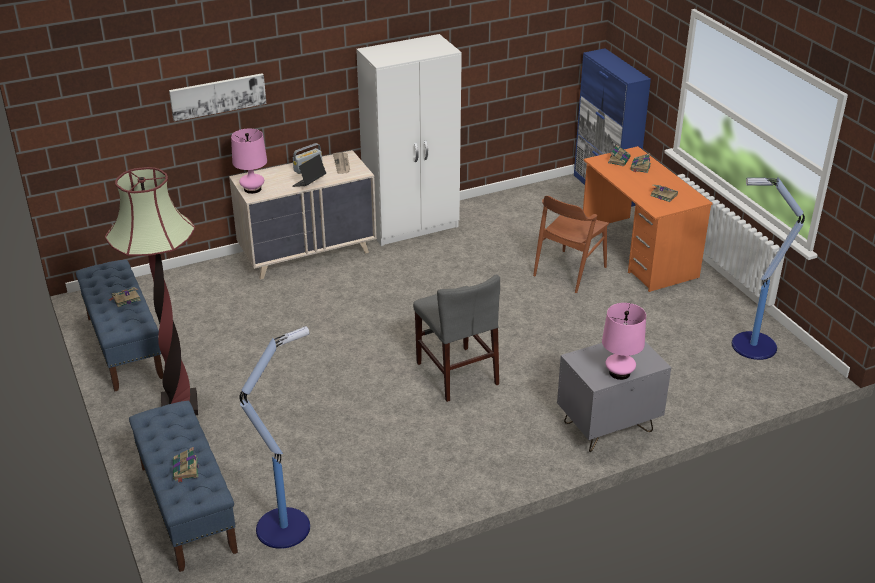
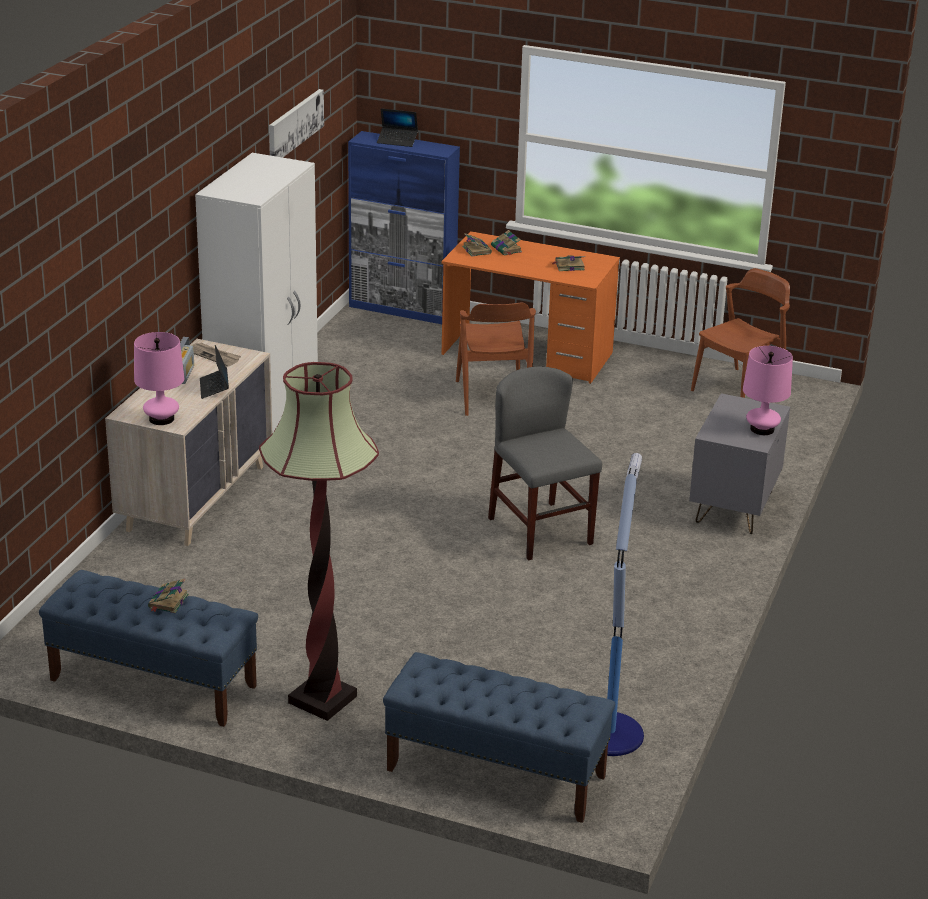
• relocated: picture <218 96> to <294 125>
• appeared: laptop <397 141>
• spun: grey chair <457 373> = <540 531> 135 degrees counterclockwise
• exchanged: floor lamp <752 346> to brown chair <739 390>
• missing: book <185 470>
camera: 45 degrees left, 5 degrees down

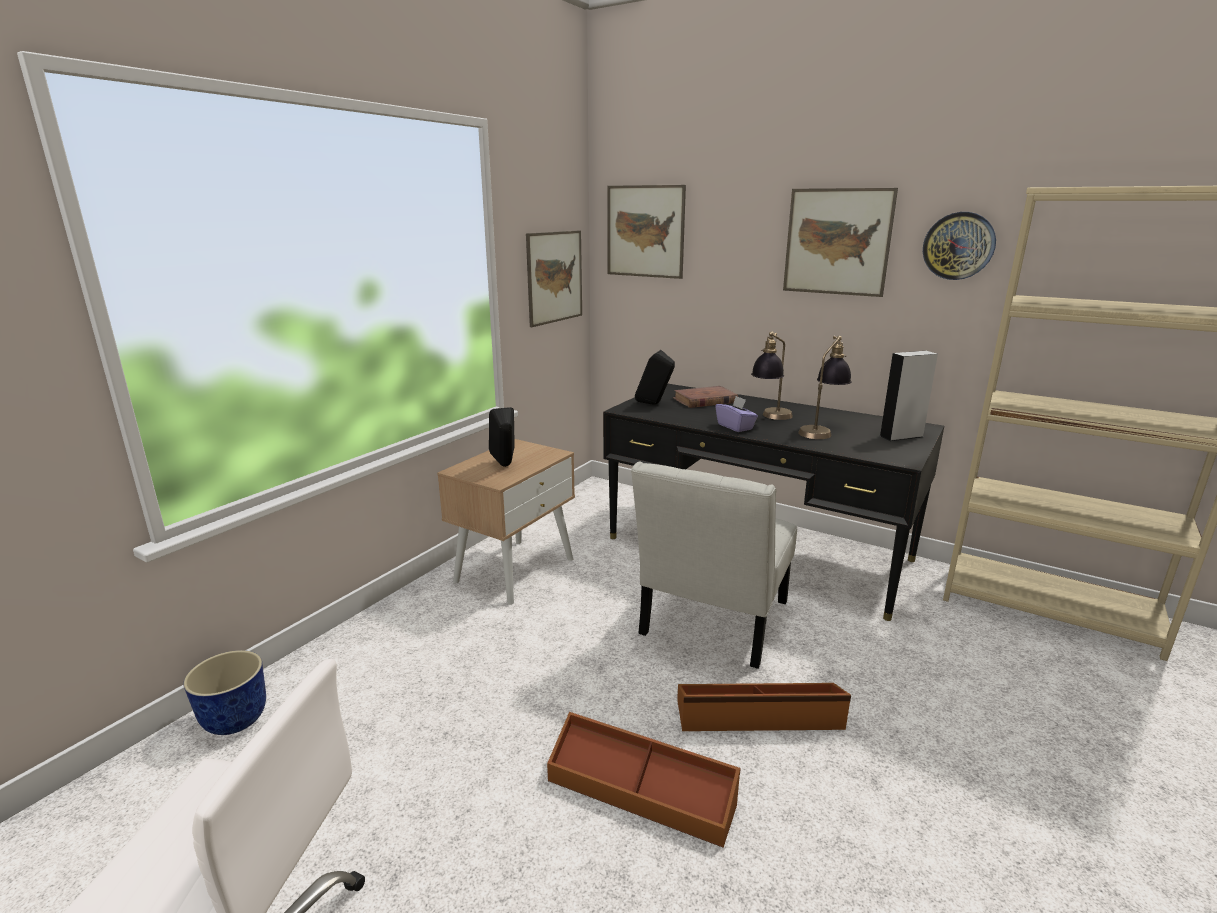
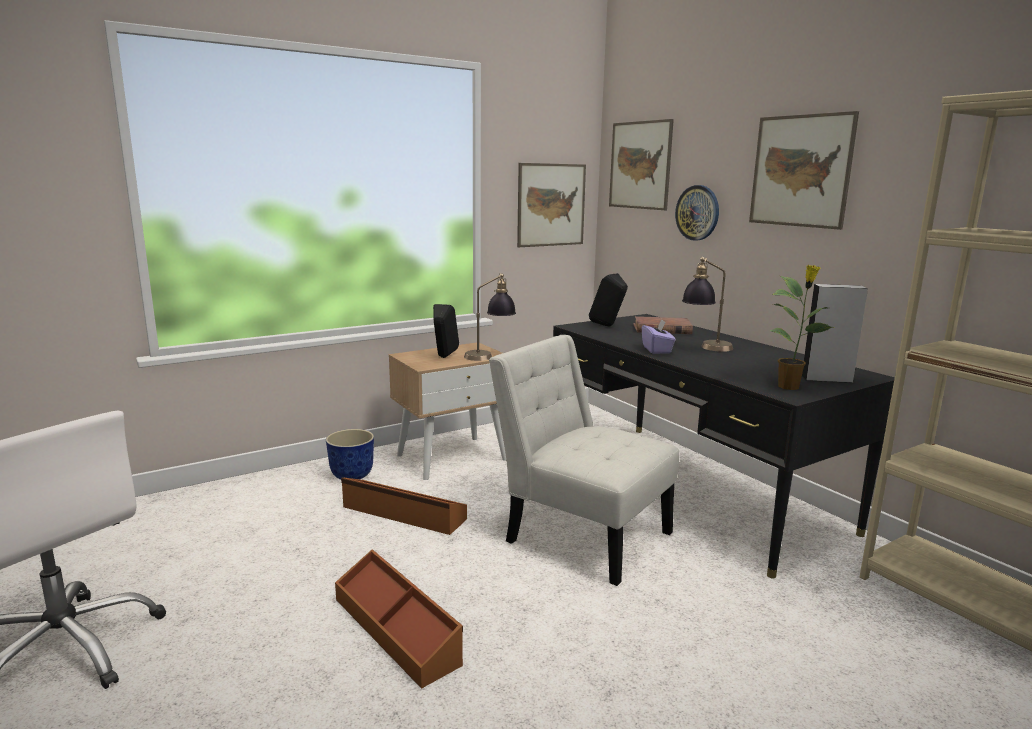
• relocated: planter <235 721> to <351 476>
• relocated: brown storage box <759 716> to <403 513>
• relocated: table lamp <821 430> to <489 356>
• spun: white chair <711 623> = <581 533> 75 degrees clockwise
• relocated: wall clock <958 246> to <697 213>
• appeared: potted plant <790 387>
camera: 25 degrees right, 5 degrees down

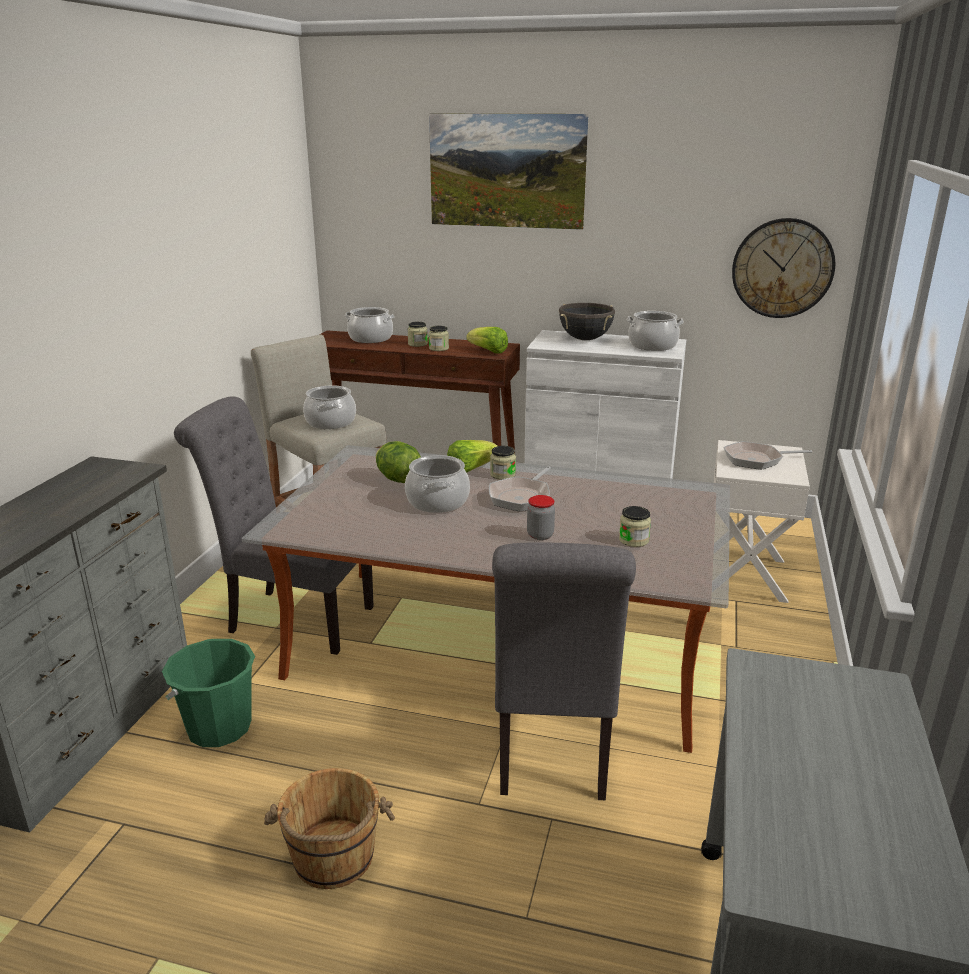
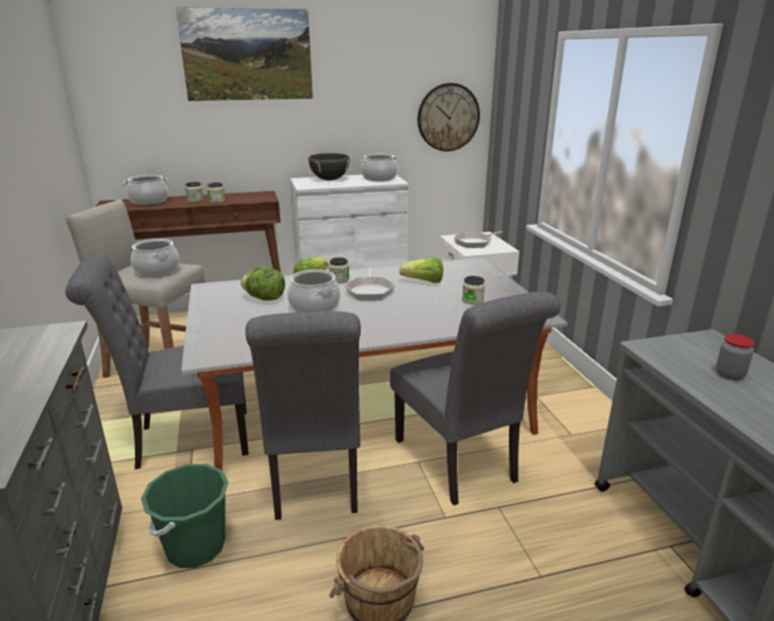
• appeared: grey chair <316 481>
• relocated: lettuce <488 351> to <424 282>
• relocated: jar <540 535> to <729 374>
camera: 30 degrees left, 0 degrees up

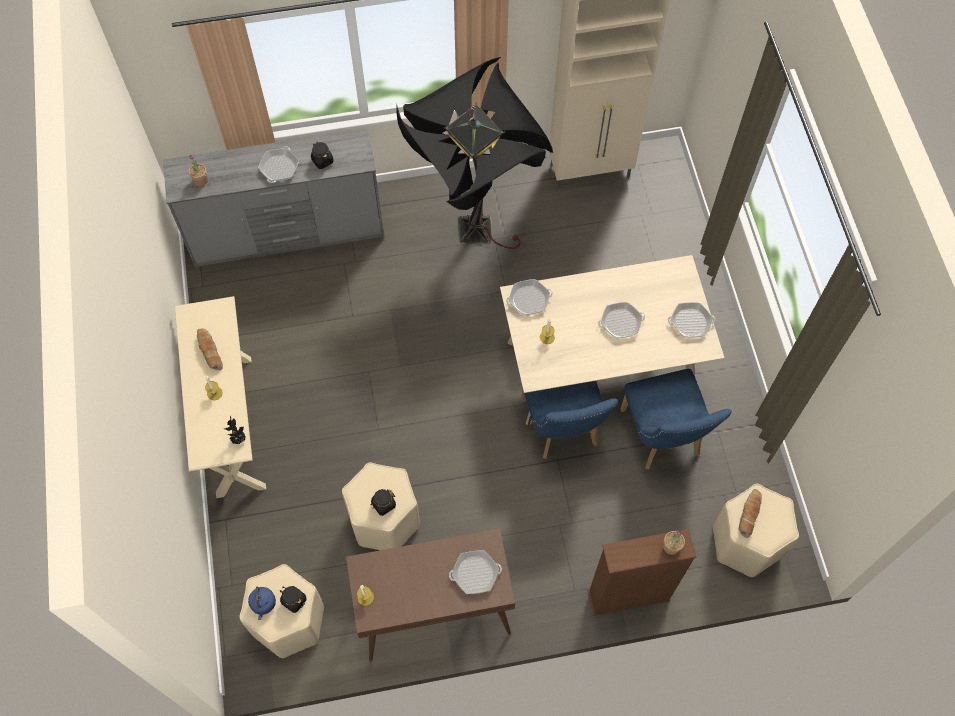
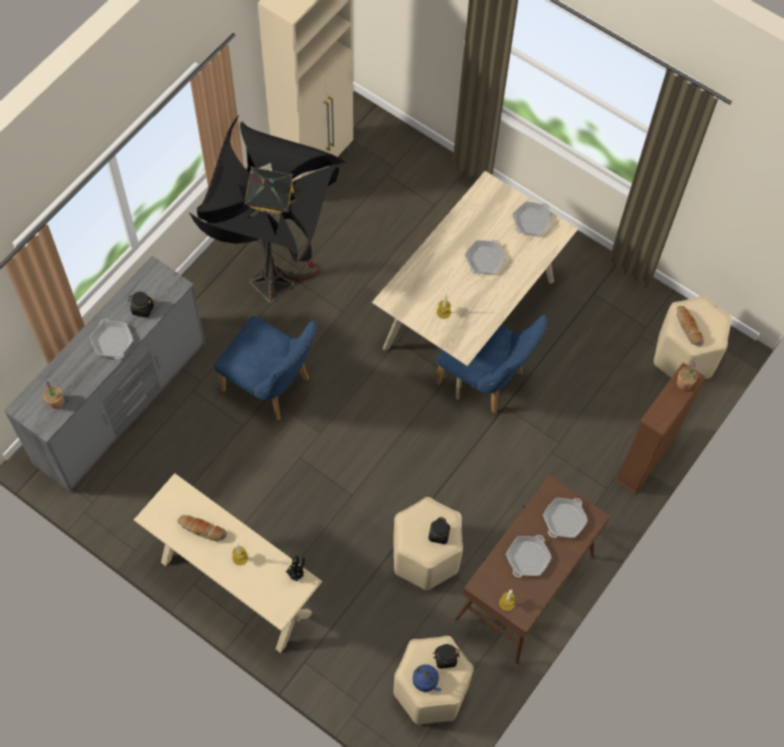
• relocated: blue chair <662 438> to <271 387>
• relocated: frying pan <529 300> to <528 558>
camera: 45 degrees left, 0 degrees up

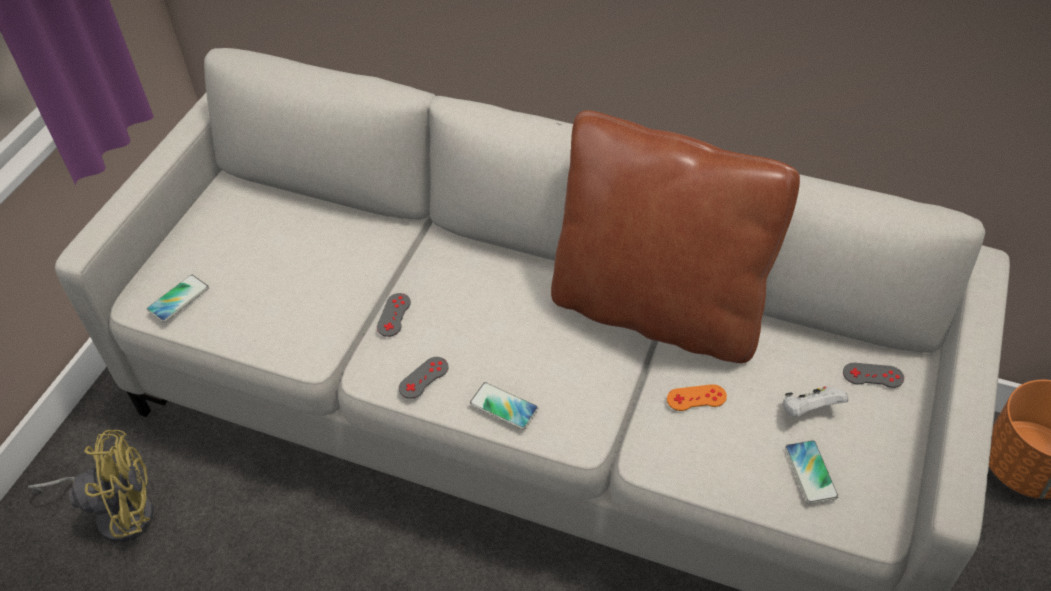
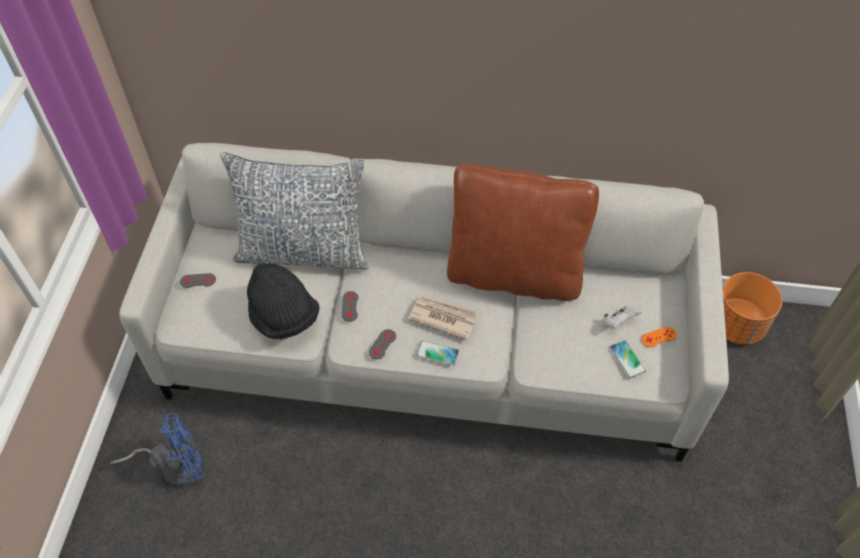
• colour: yellow fan <118 512> to blue fan <175 466>
• relocated: grey game controller <873 375> to <198 280>
• appeared: pillow <303 250>
• appeared: black hat <283 317>
• appeared: newspaper <442 318>
• relocated: orange game controller <696 398> to <658 337>
• missing: phone <178 299>
camera: 15 degrees left, 5 degrees up

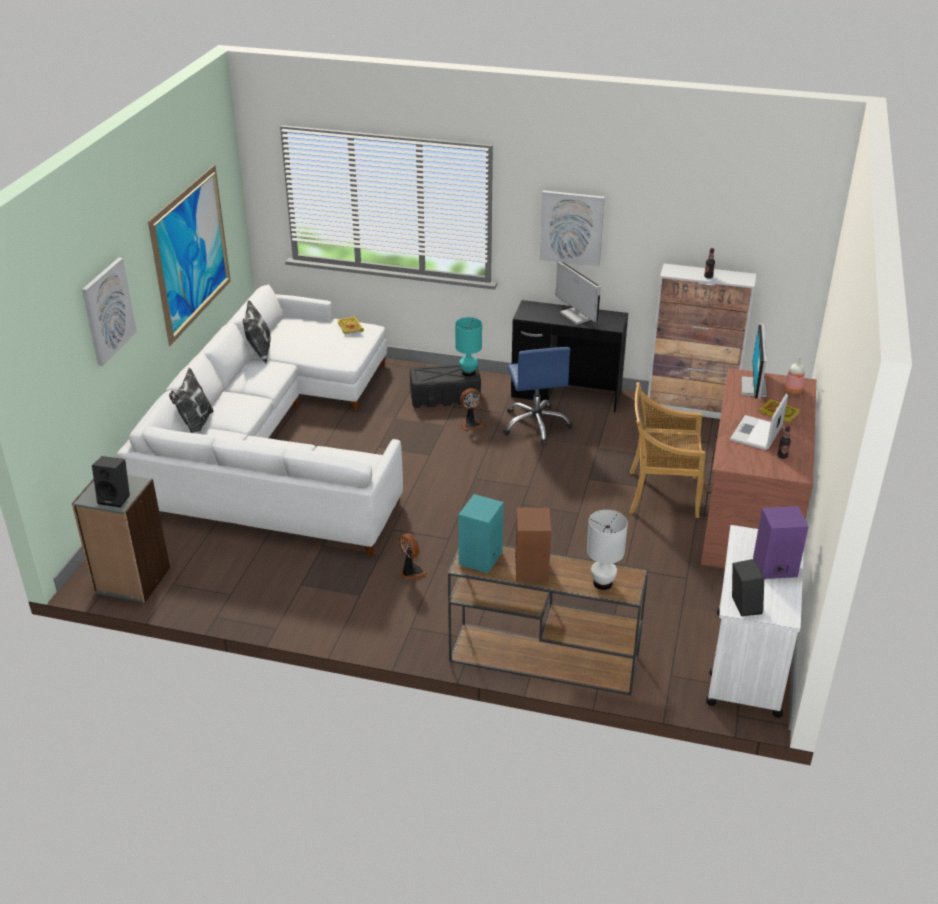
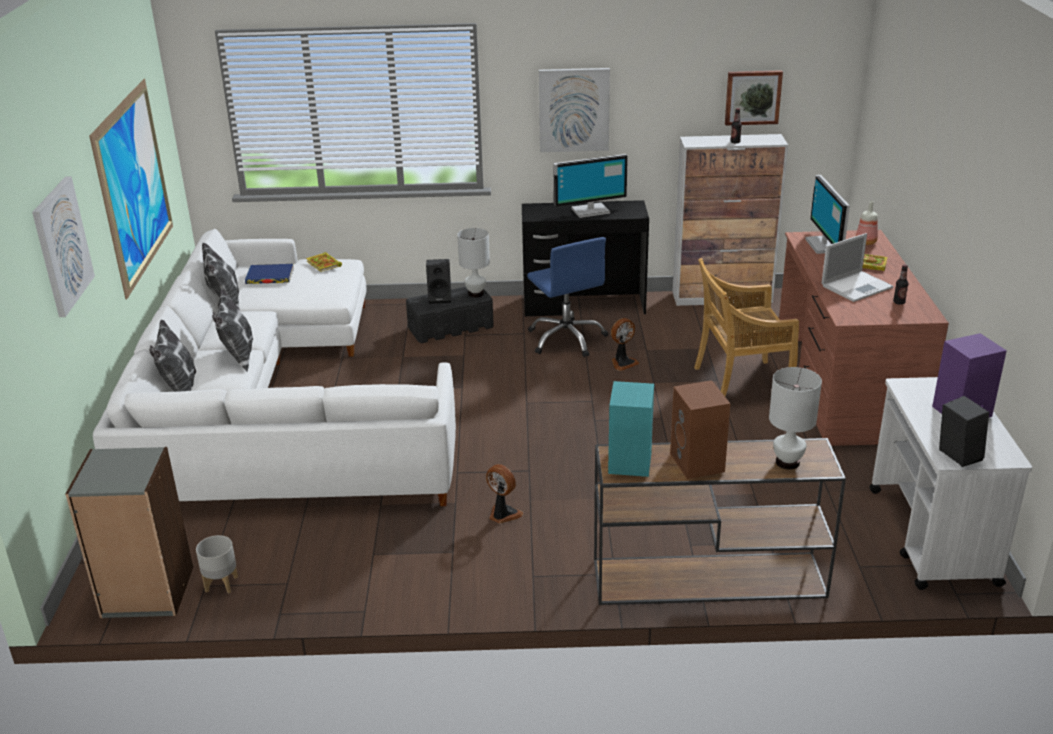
• appeared: grey planter <221 584>
• appeared: pillow <238 358>
• appeared: blue book <270 276>
• relocated: black speaker <116 498> to <440 298>
• colour: turquoise table lamp <468 372> to white table lamp <475 293>
• spun: monitor <575 316> = <590 210> 120 degrees clockwise
• relocated: fan <471 424> to <623 363>
• appeared: picture <752 97>
• spun: laptop <756 434> = <857 286> 135 degrees counterclockwise
camera: 15 degrees left, 5 degrees down

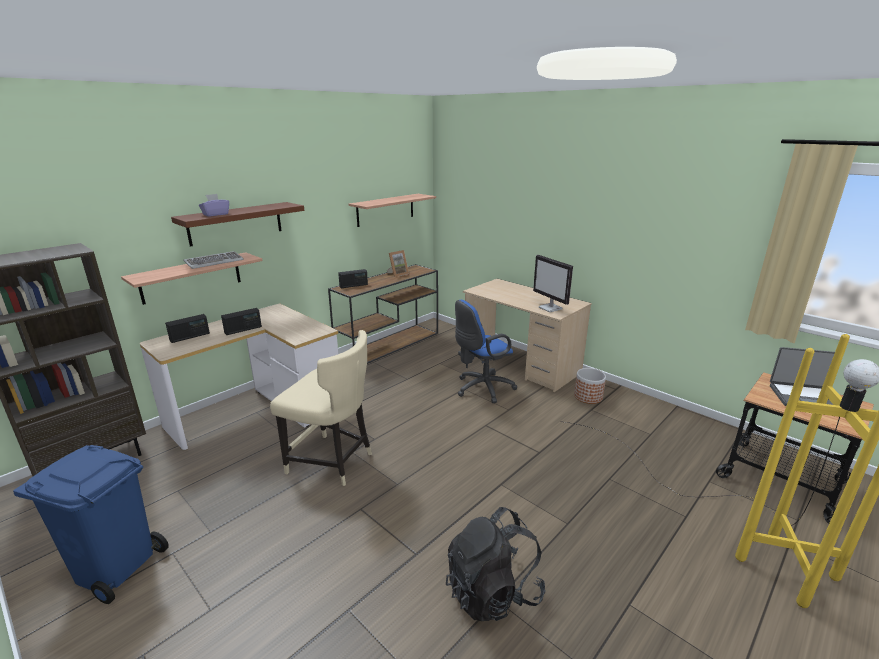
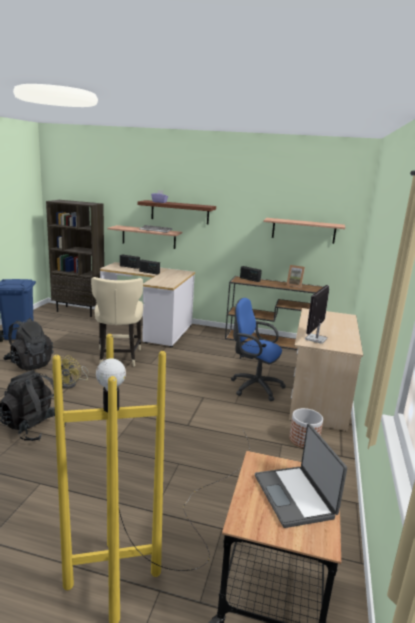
• appeared: black backpack <29 364>
• appeared: yellow fan <71 384>
camera: 60 degrees right, 5 degrees down

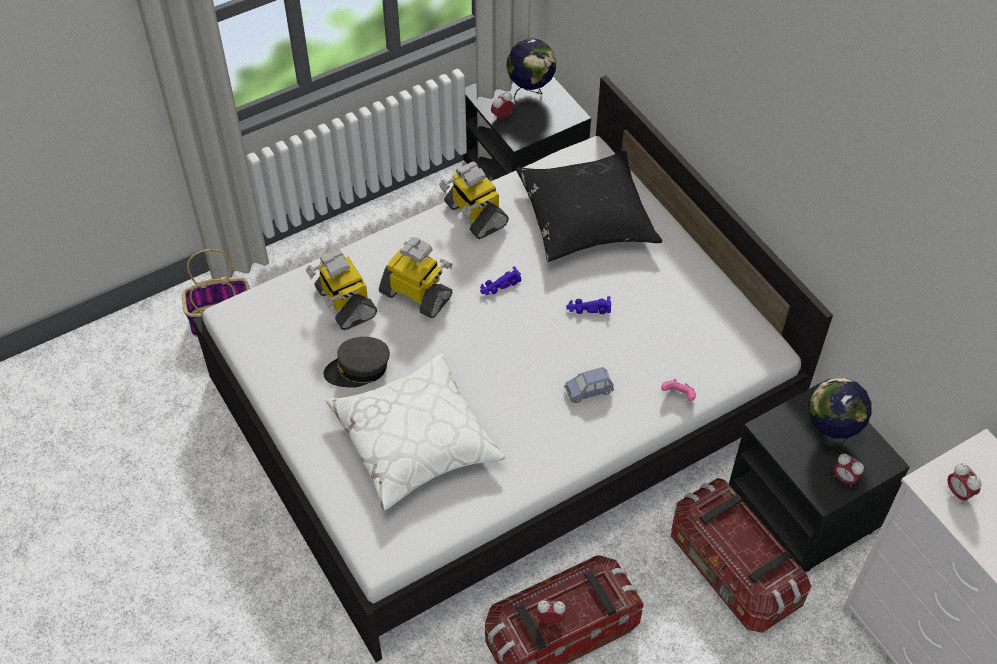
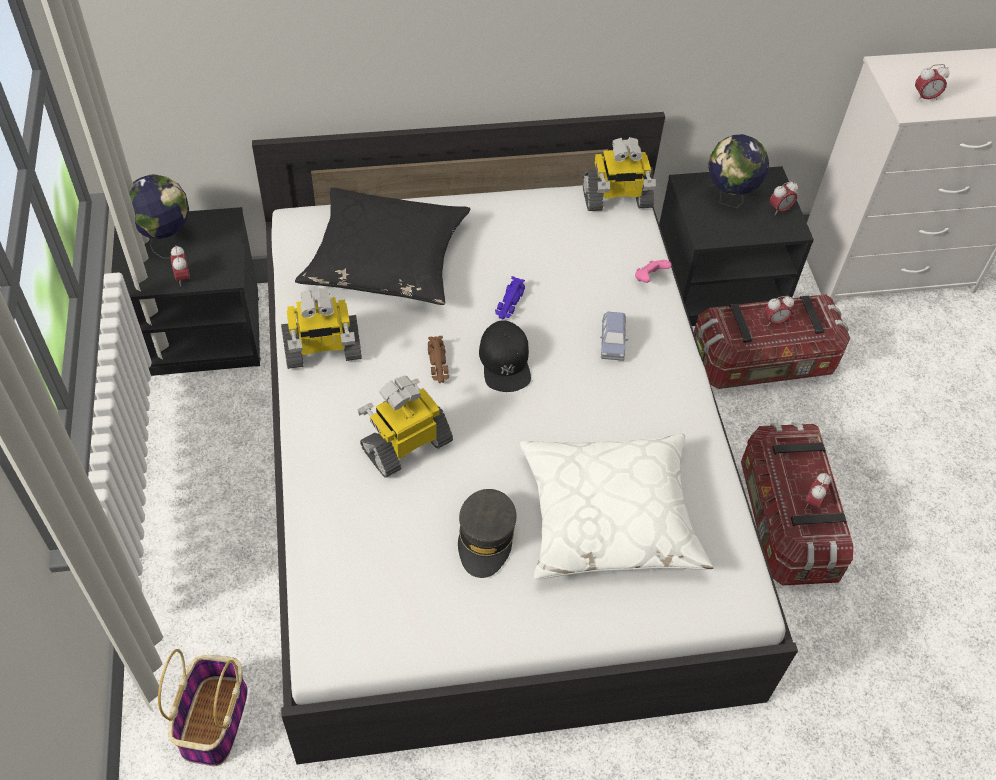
• colour: purple toy car <499 286> to brown toy car <438 364>
• appeared: black cap <505 361>
• relocated: toy robot <344 303> to <616 199>
• appeared: alarm clock <774 321>
camera: 70 degrees left, 0 degrees up

